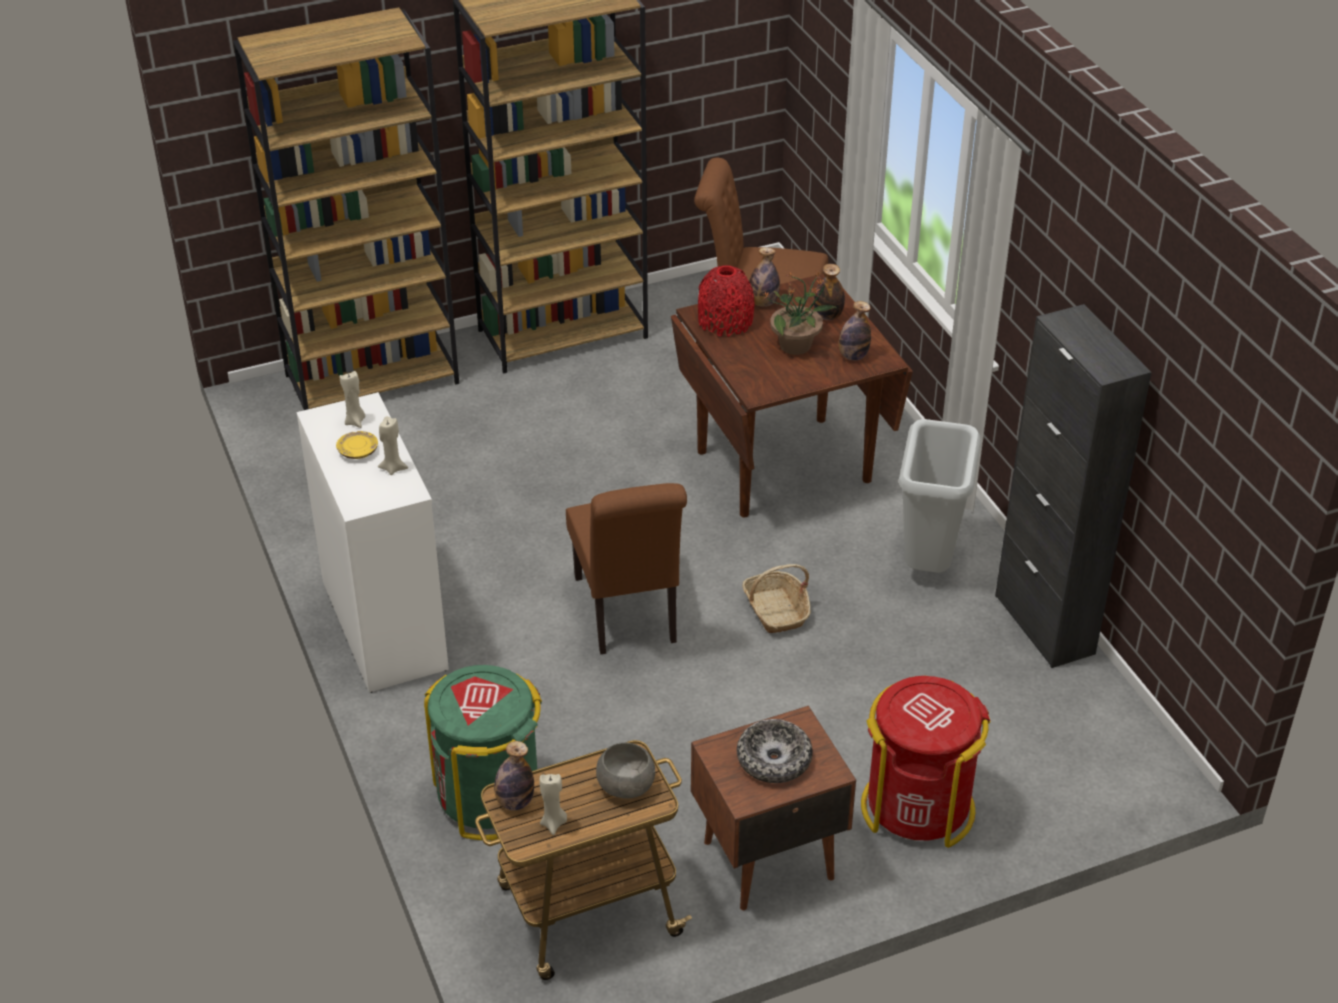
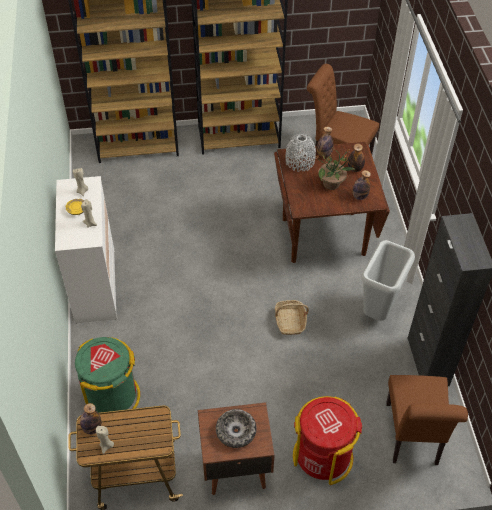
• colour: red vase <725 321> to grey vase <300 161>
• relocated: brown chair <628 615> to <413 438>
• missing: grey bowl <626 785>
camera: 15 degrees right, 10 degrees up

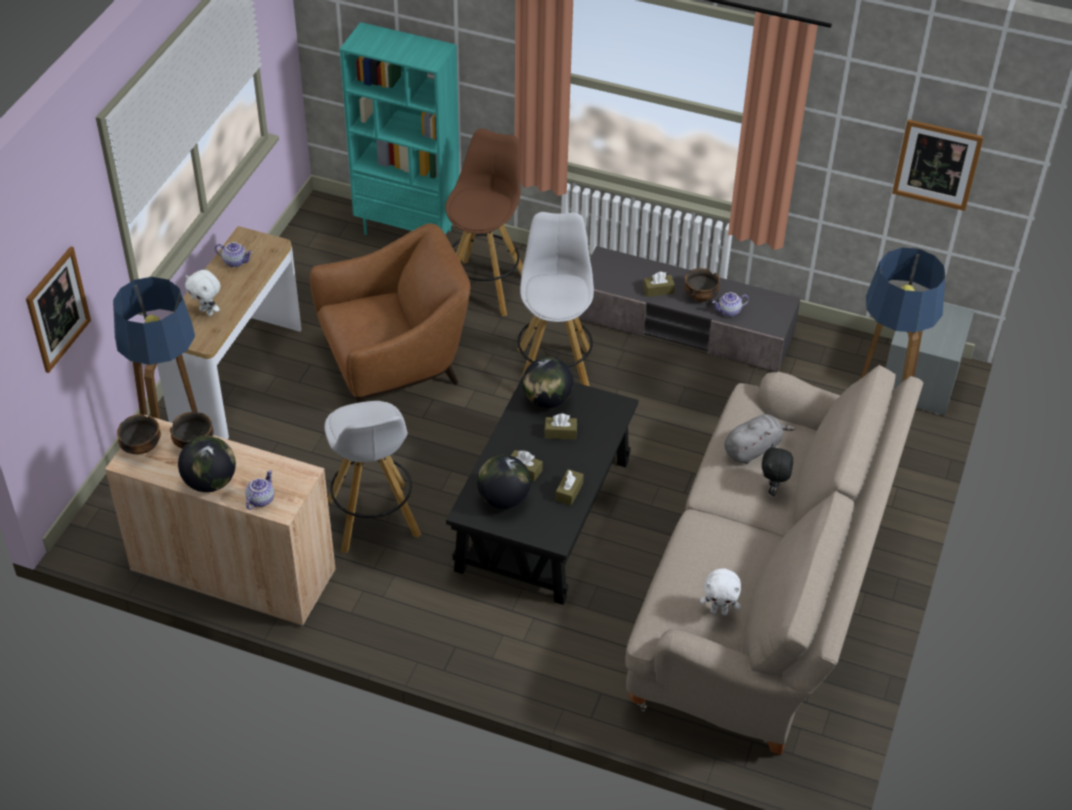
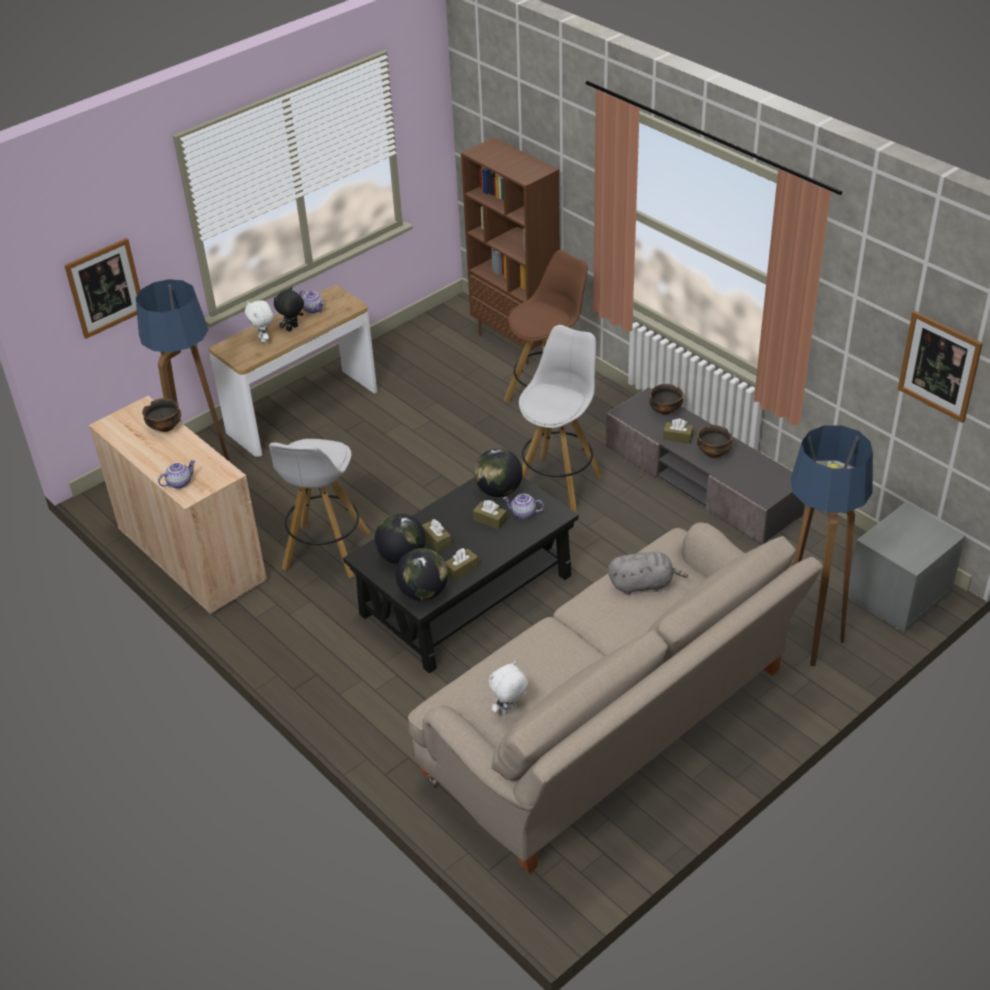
• relocated: black plush toy <773 489> to <292 328>
• relocated: globe <210 482> to <423 592>
• colour: turquoise bookcase <408 231> to brown bookcase <516 342>
• spun: white plush toy <719 611> = <509 710> 105 degrees clockwise
• relocated: teapot <729 312> to <523 514>
• relocated: bowl <141 447> to <665 410>
• missing: brown armchair <395 365>
camera: 30 degrees right, 5 degrees down

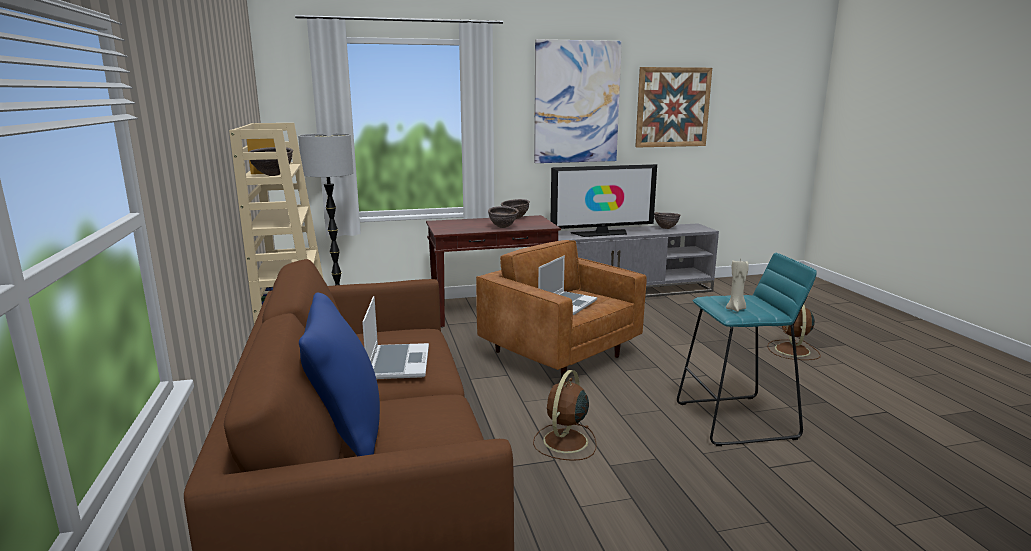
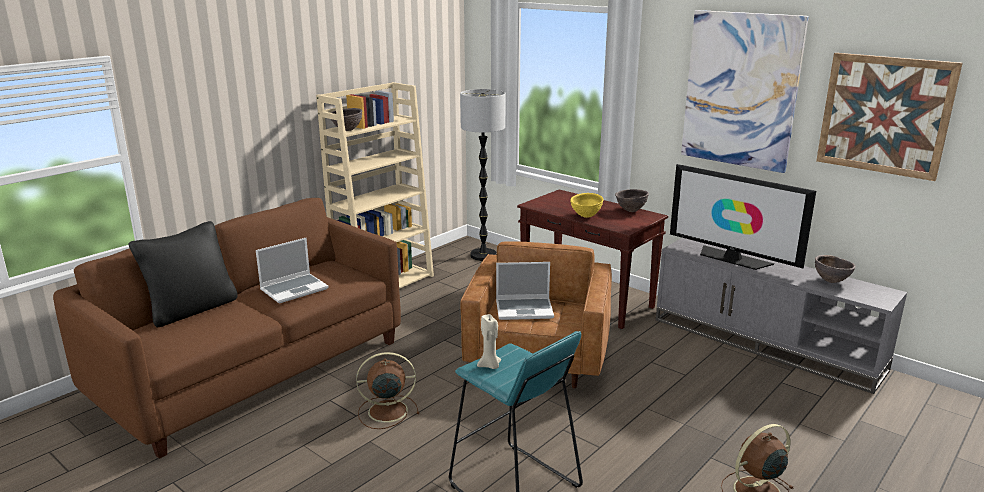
• colour: blue pillow <346 431> to black pillow <192 309>
• colour: brown bowl <503 227> to yellow bowl <586 216>
camera: 55 degrees right, 5 degrees up

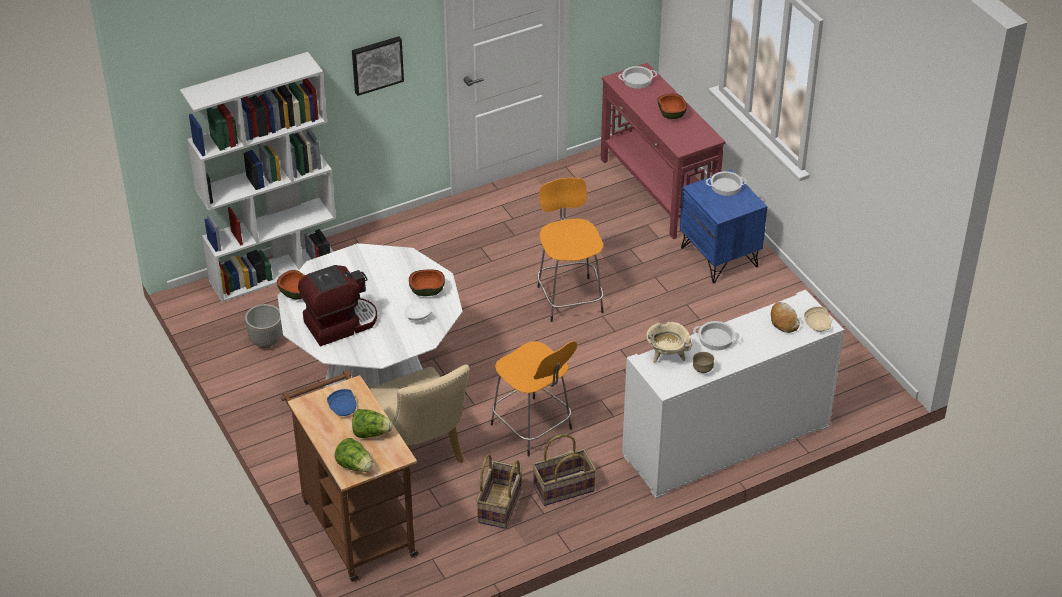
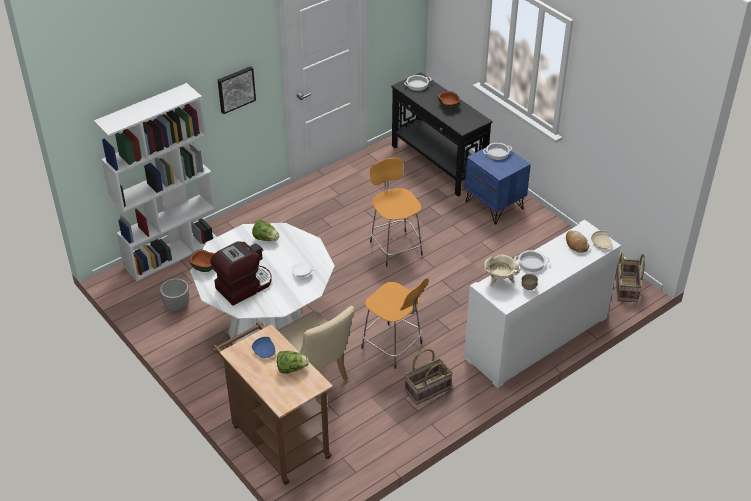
• relocated: lettuce <355 466> to <266 239>
• colour: red console table <657 191> to black console table <438 164>
• relocated: basket <500 506> to <627 289>
• missing: bowl <427 291>
camera: 10 degrees left, 0 degrees up

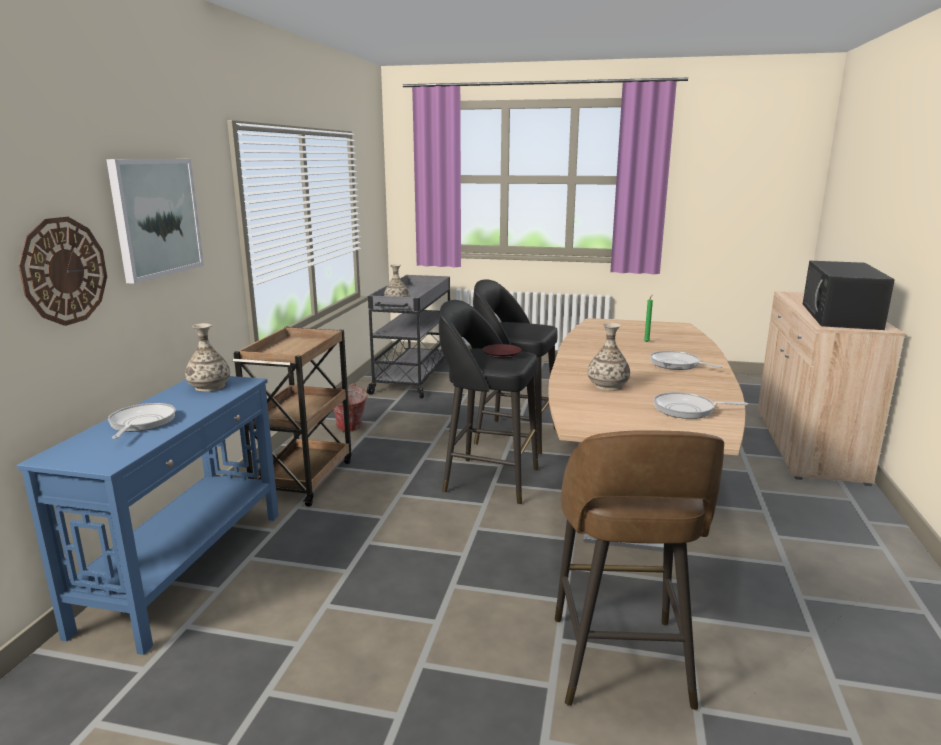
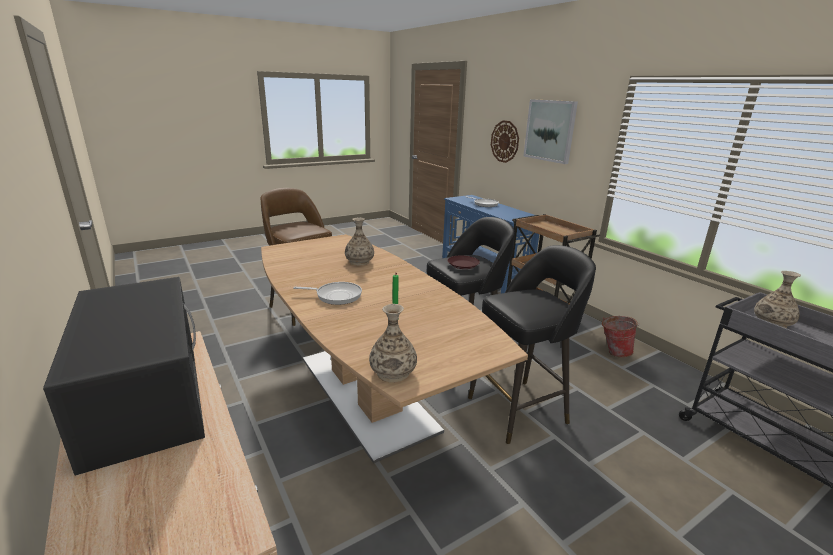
• relocated: vase <210 387> to <392 372>
• missing: frying pan <687 410>
camera: 135 degrees right, 5 degrees up

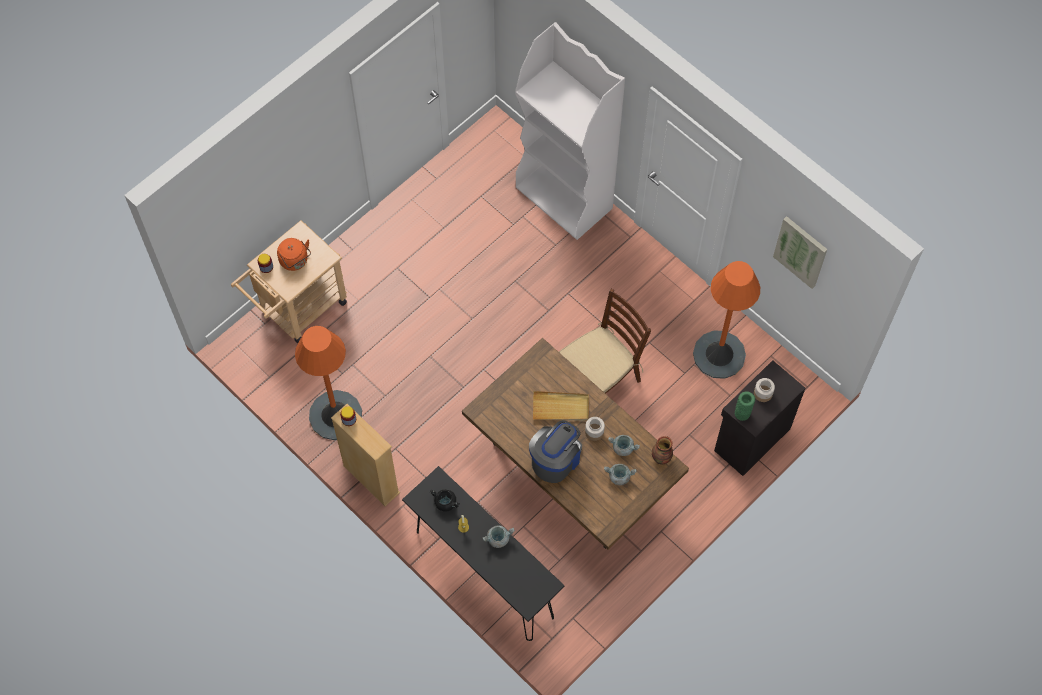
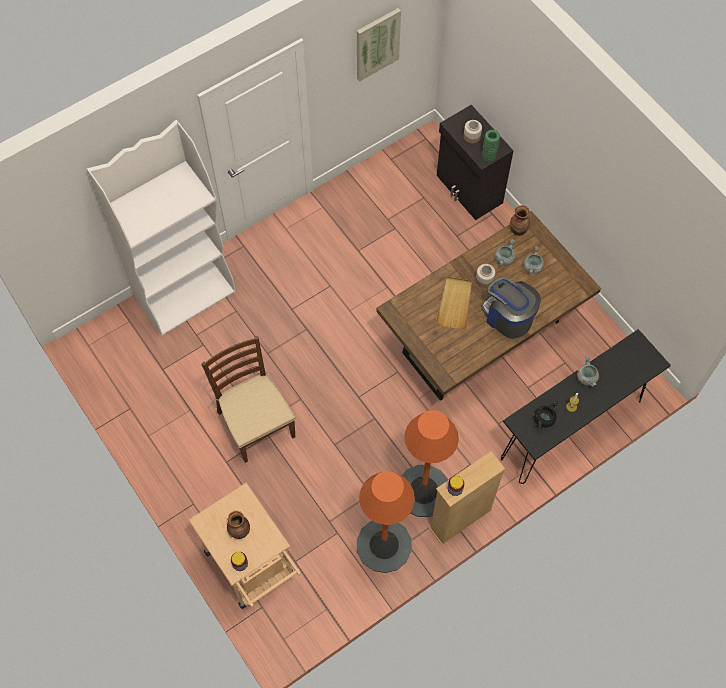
• relocated: brown chair <600 378> to <255 423>
• exchanged: orange kettle <295 261> to vase <240 531>
• relocated: orange floor lamp <719 355> to <423 491>
camera: 80 degrees left, 0 degrees up

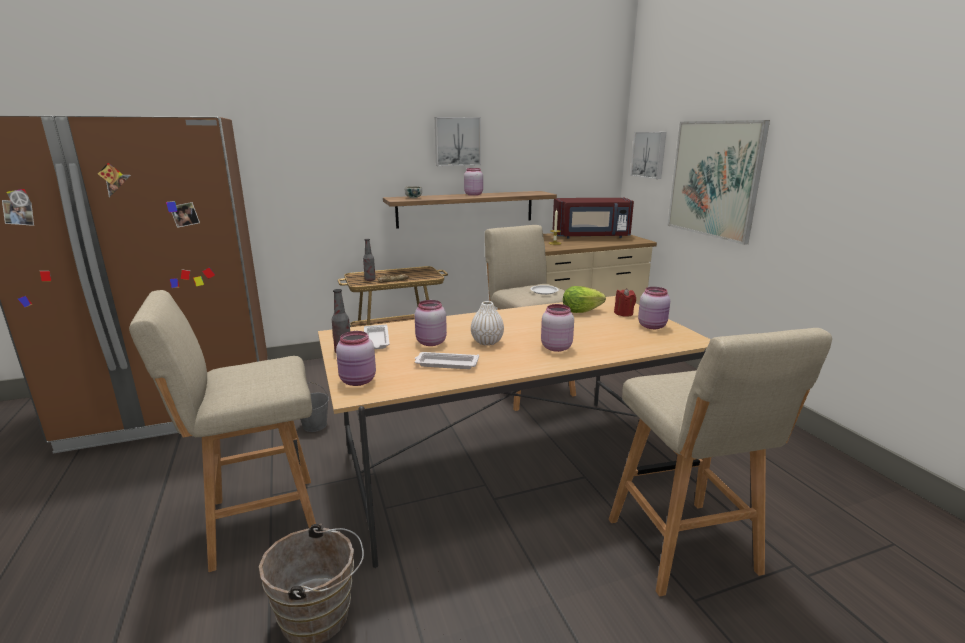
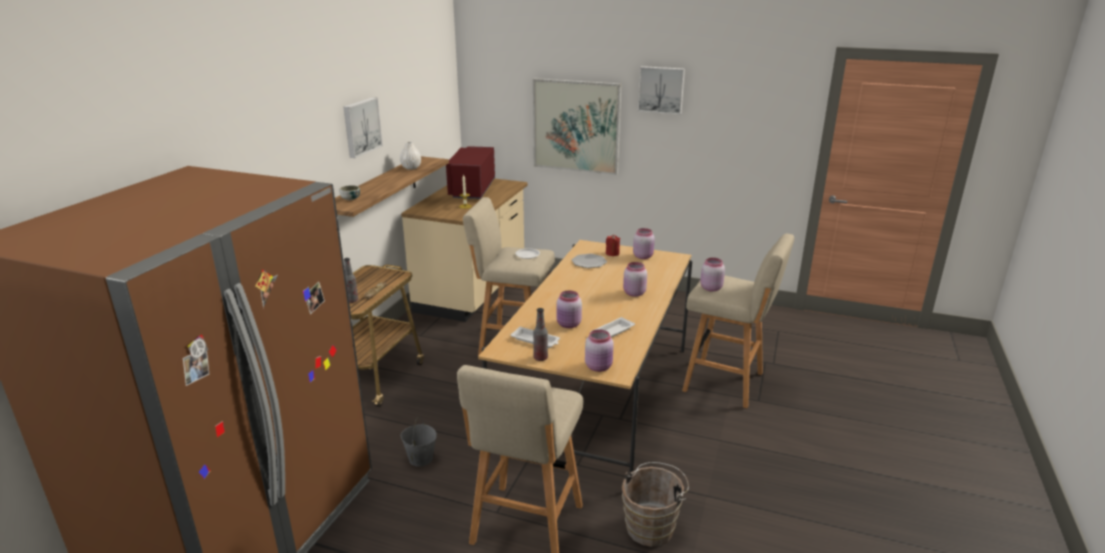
• relocated: white vase <487 342> to <411 168>
• spun: red microwave <591 236> = <471 189> 150 degrees clockwise
• exchanged: lettuce <580 311> to plate <589 262>
• relocated: picture <649 154> to <661 90>
• relocated: pink jar <473 194> to <710 288>
camera: 50 degrees left, 5 degrees up

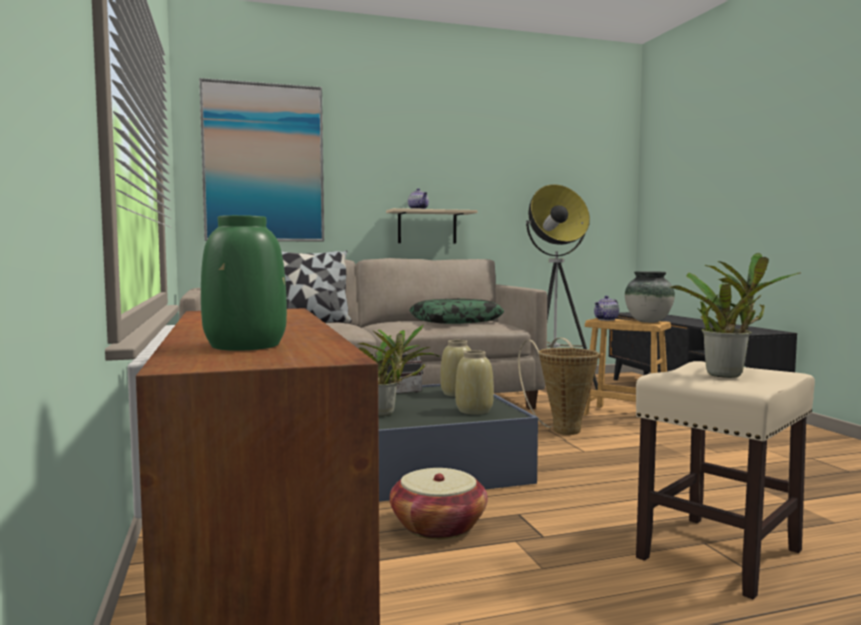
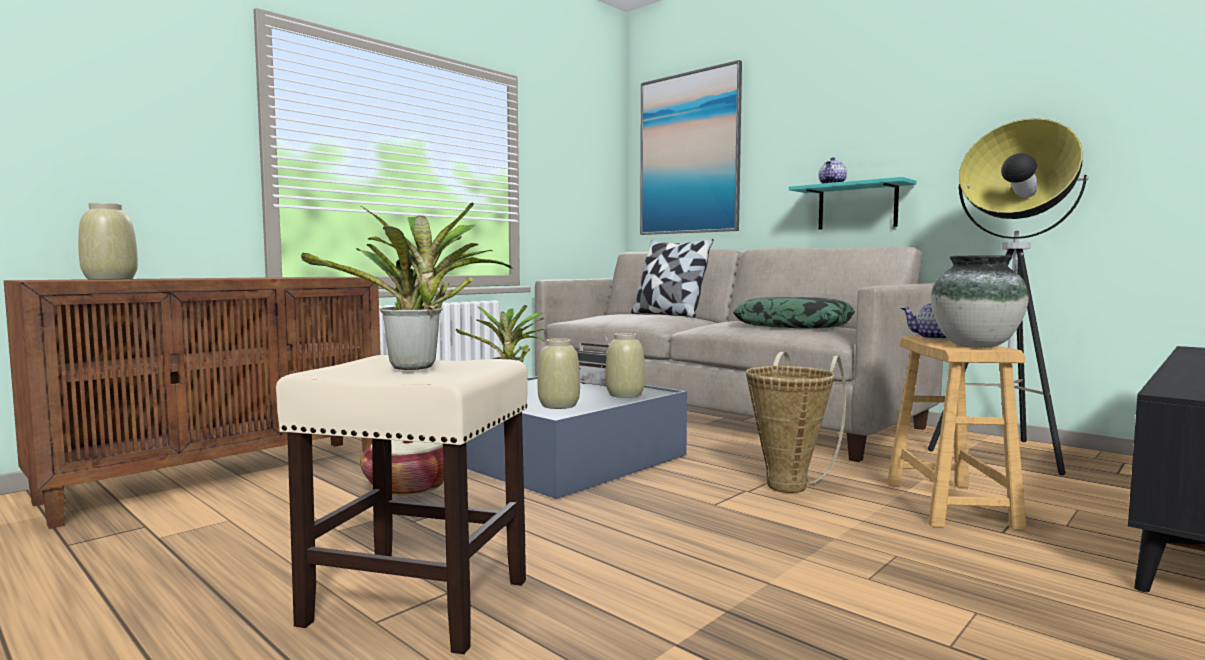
• colour: green vase <246 346> to beige vase <109 279>
• colour: beige shelf <427 227> to turquoise shelf <857 206>
camera: 60 degrees right, 0 degrees up

